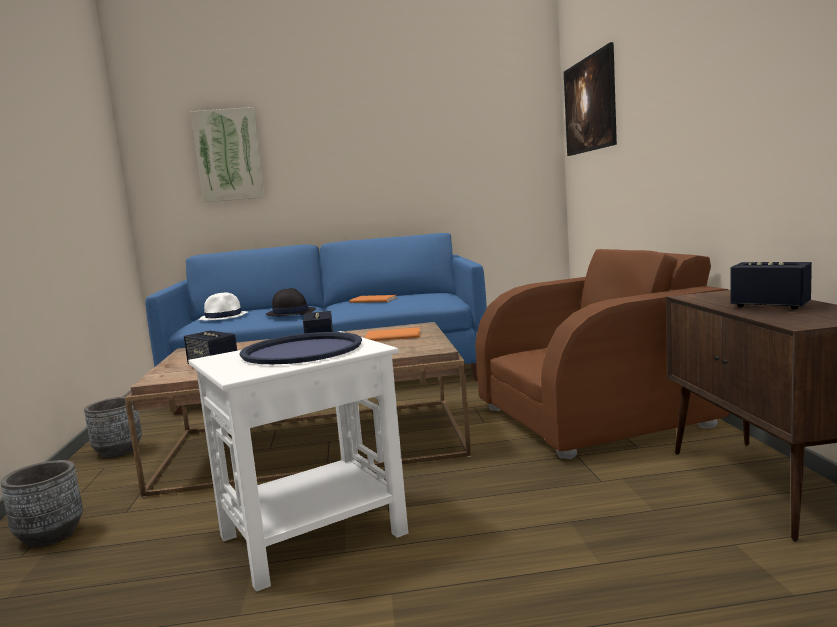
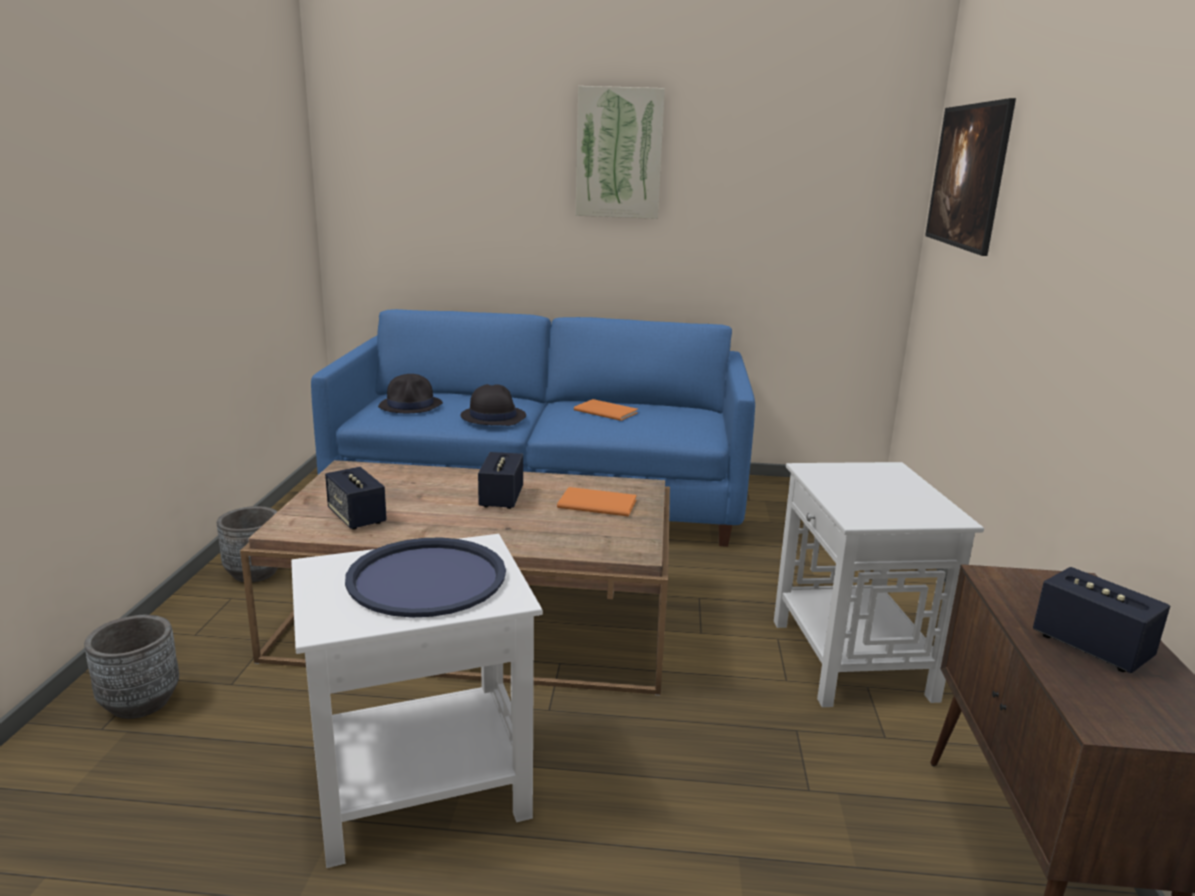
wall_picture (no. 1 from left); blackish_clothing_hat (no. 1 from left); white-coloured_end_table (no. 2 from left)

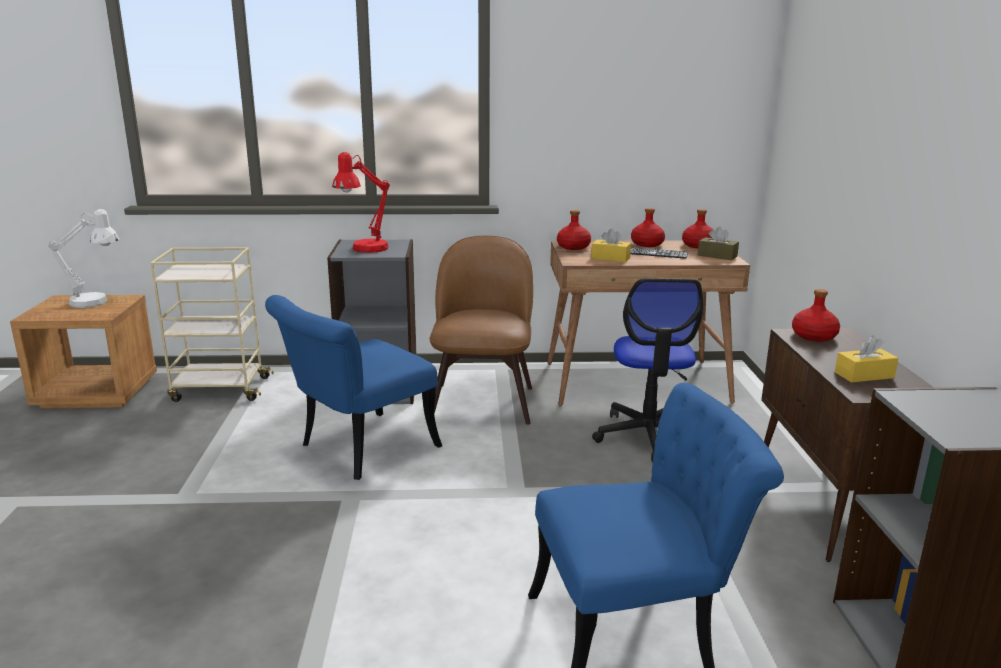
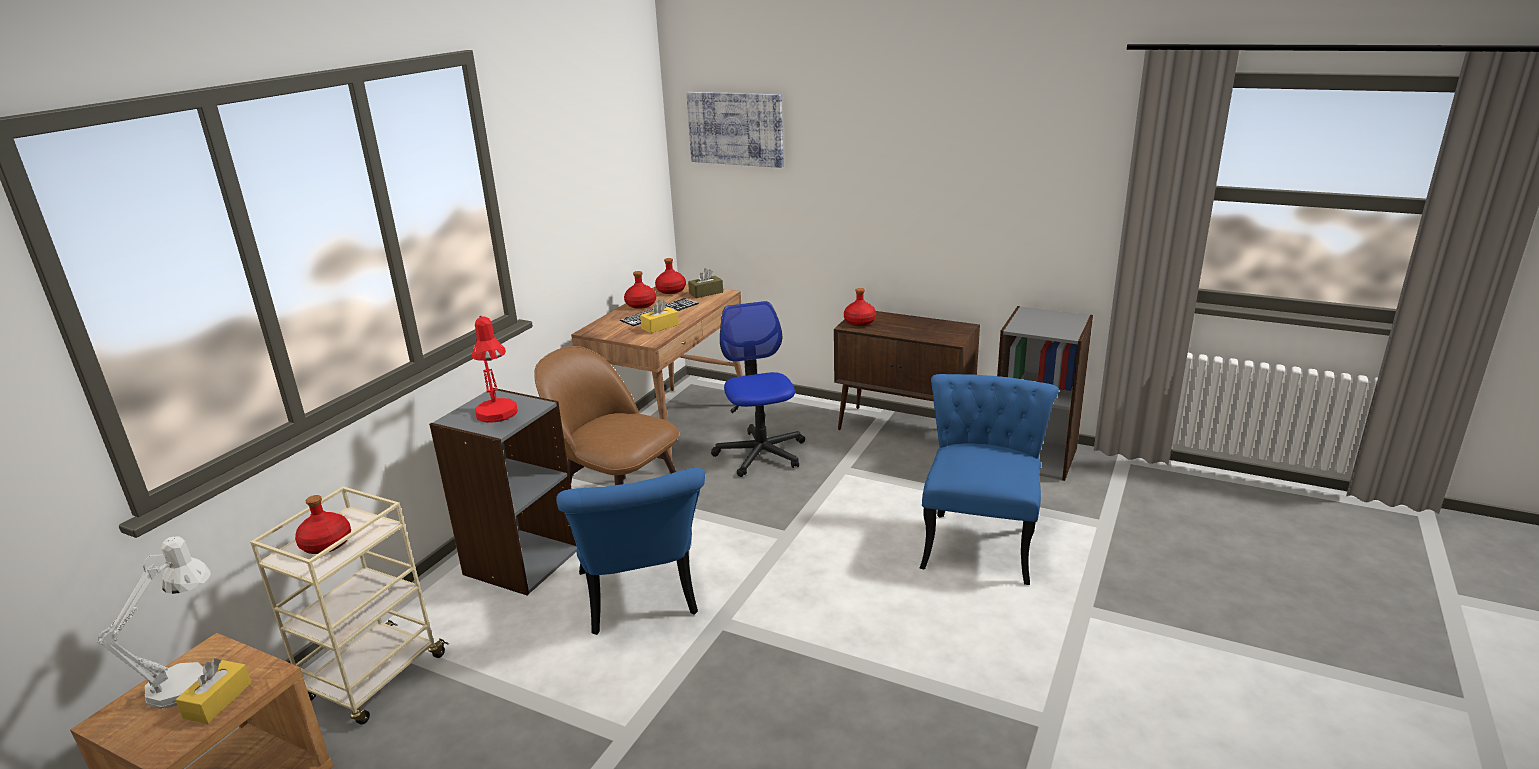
red_drink_bottle (no. 1 from left); computer_chair; yellowish_box_of_tissues (no. 1 from left); wall_picture

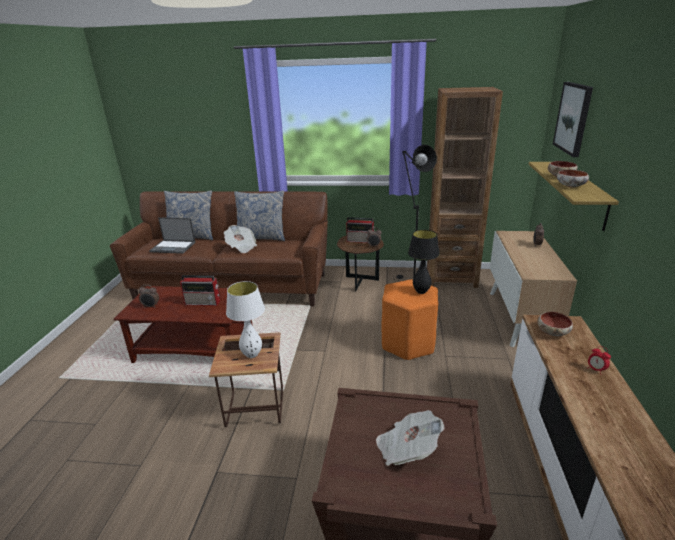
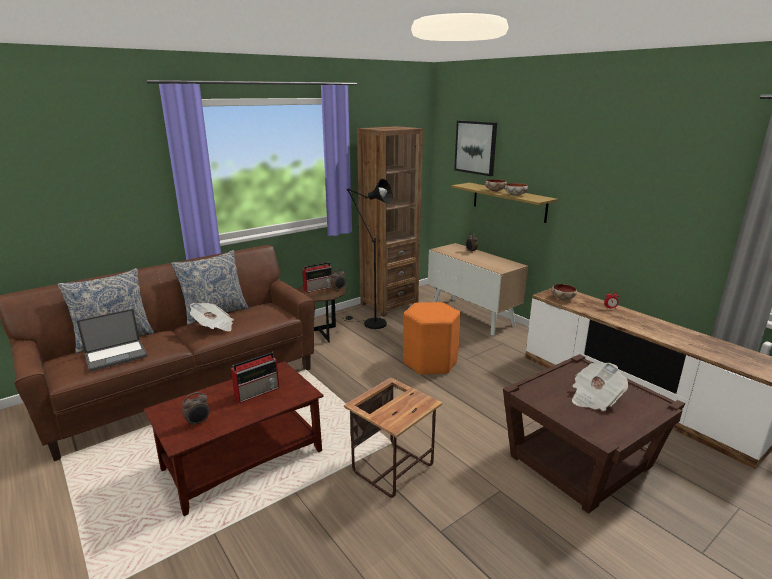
white-coloured_table_lamp; blackish_table_lamp

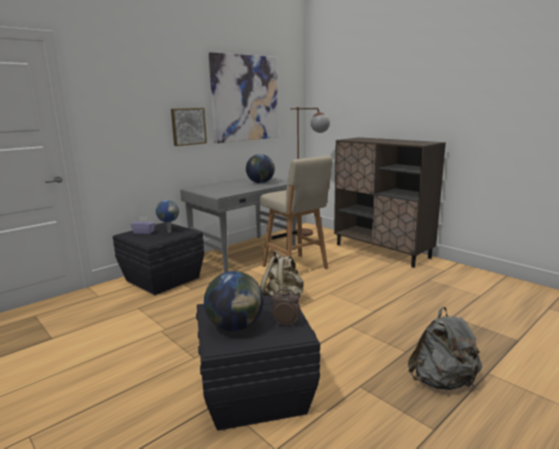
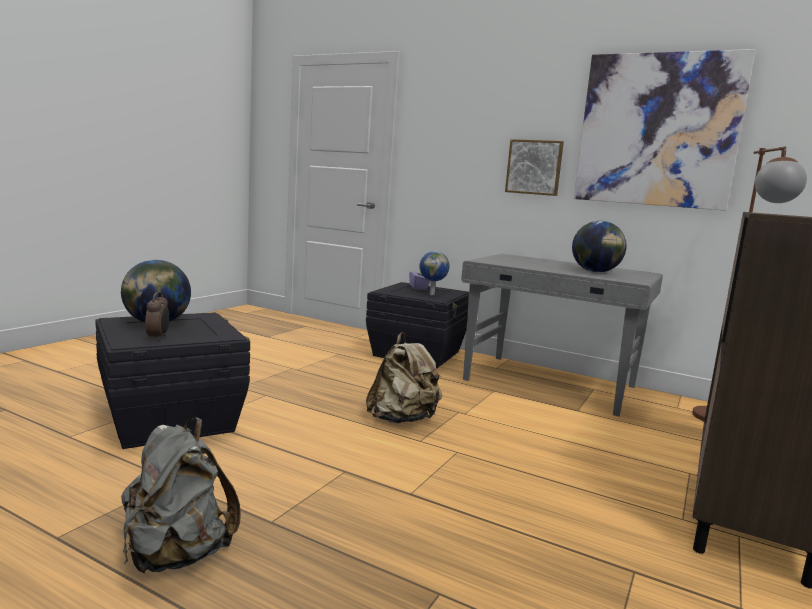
beige_sitting_stool

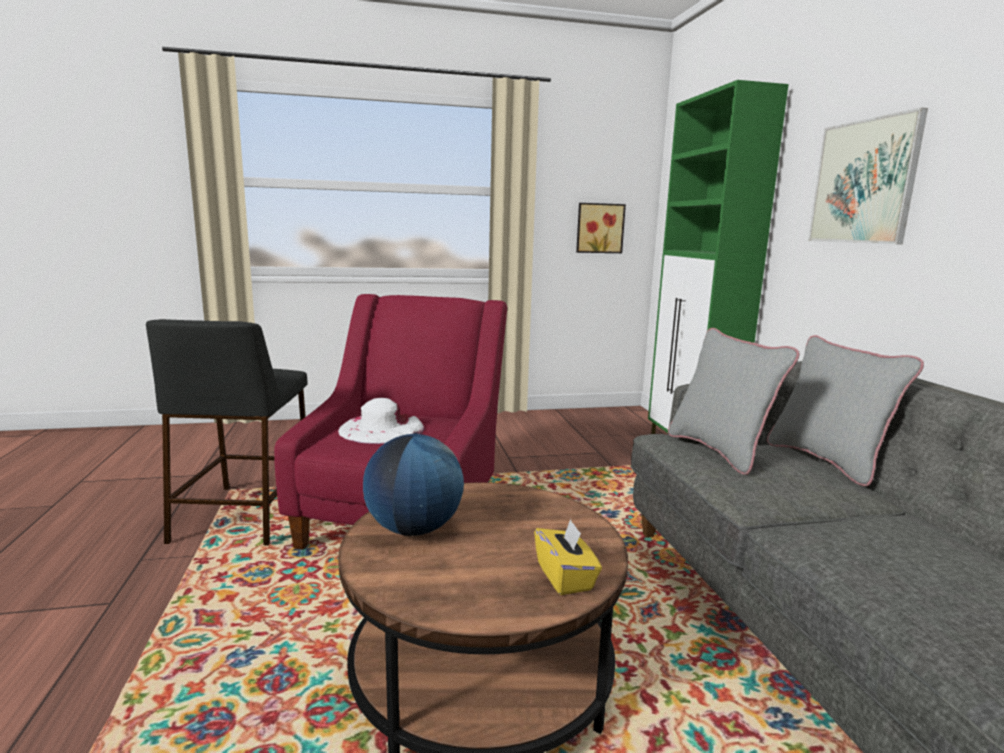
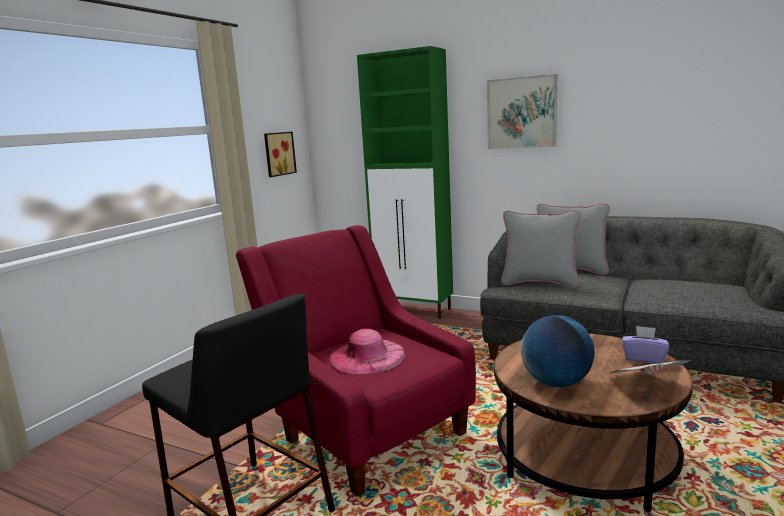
pinkish_clothing_hat; purplish_box_of_tissues; daily_paper

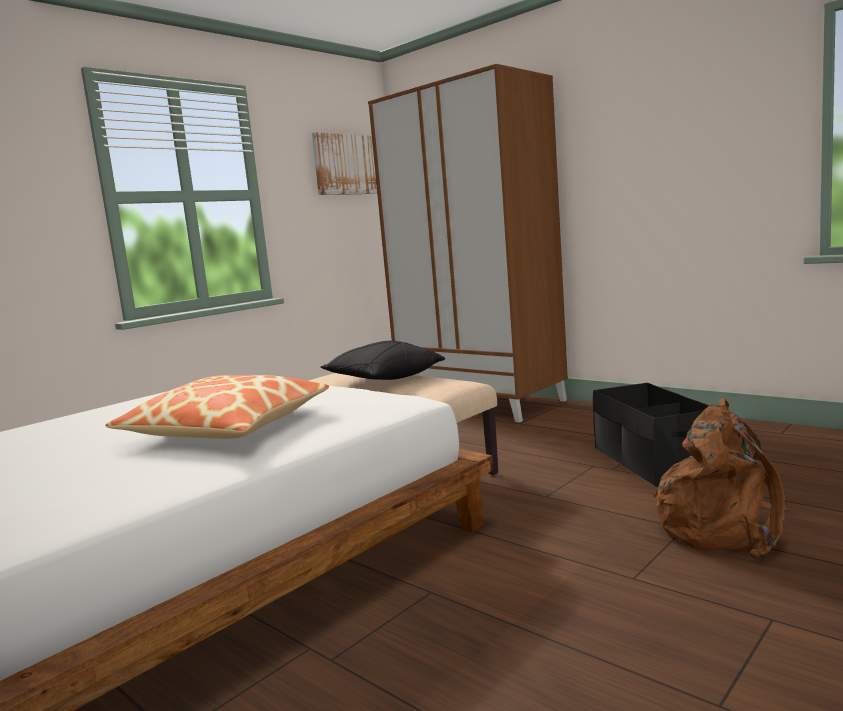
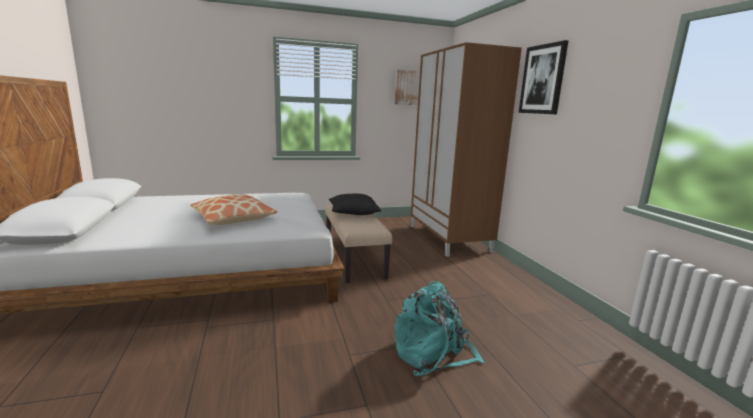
blackish_storage_container; blue-green_knapsack; wall_picture (no. 2 from left)

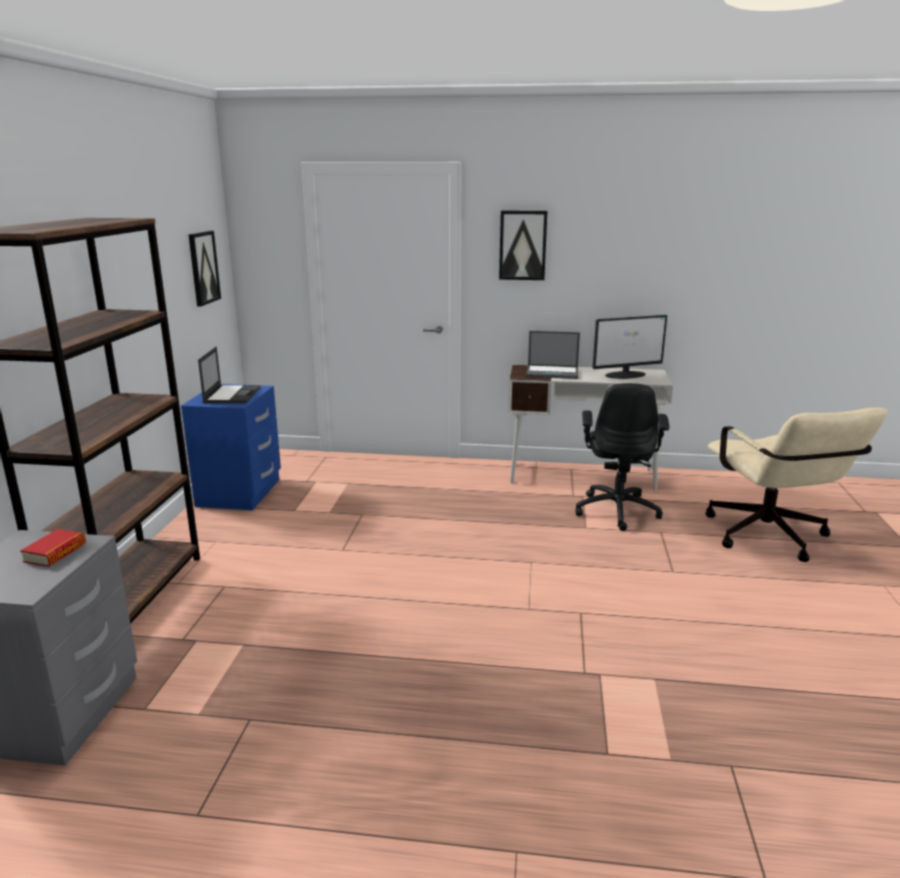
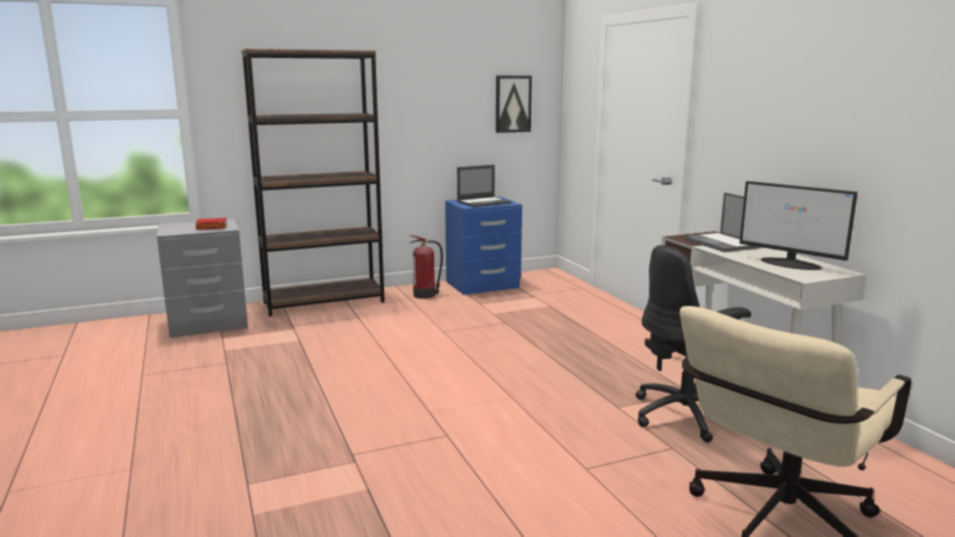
wall_picture (no. 2 from left in the first image); fire_extinguisher

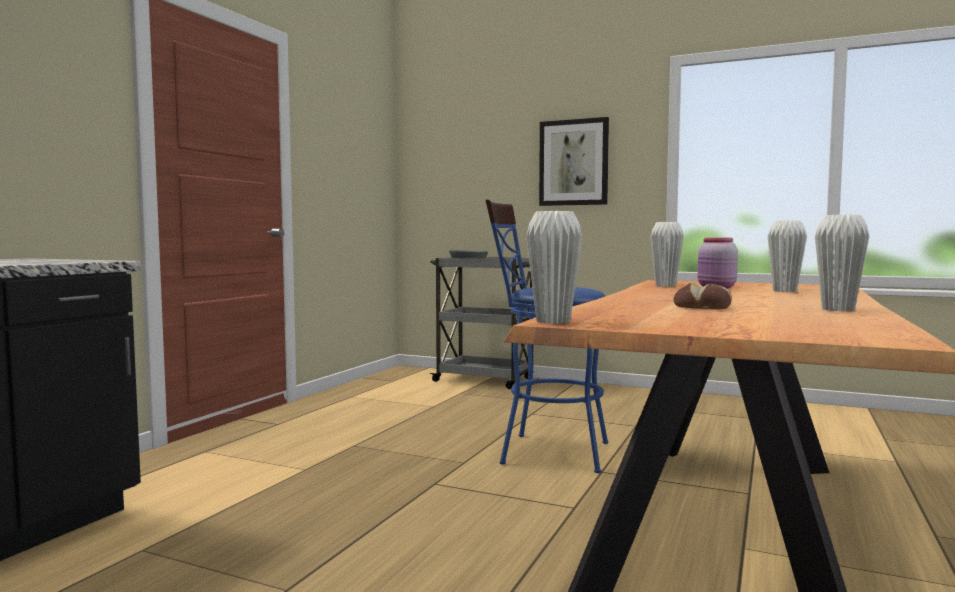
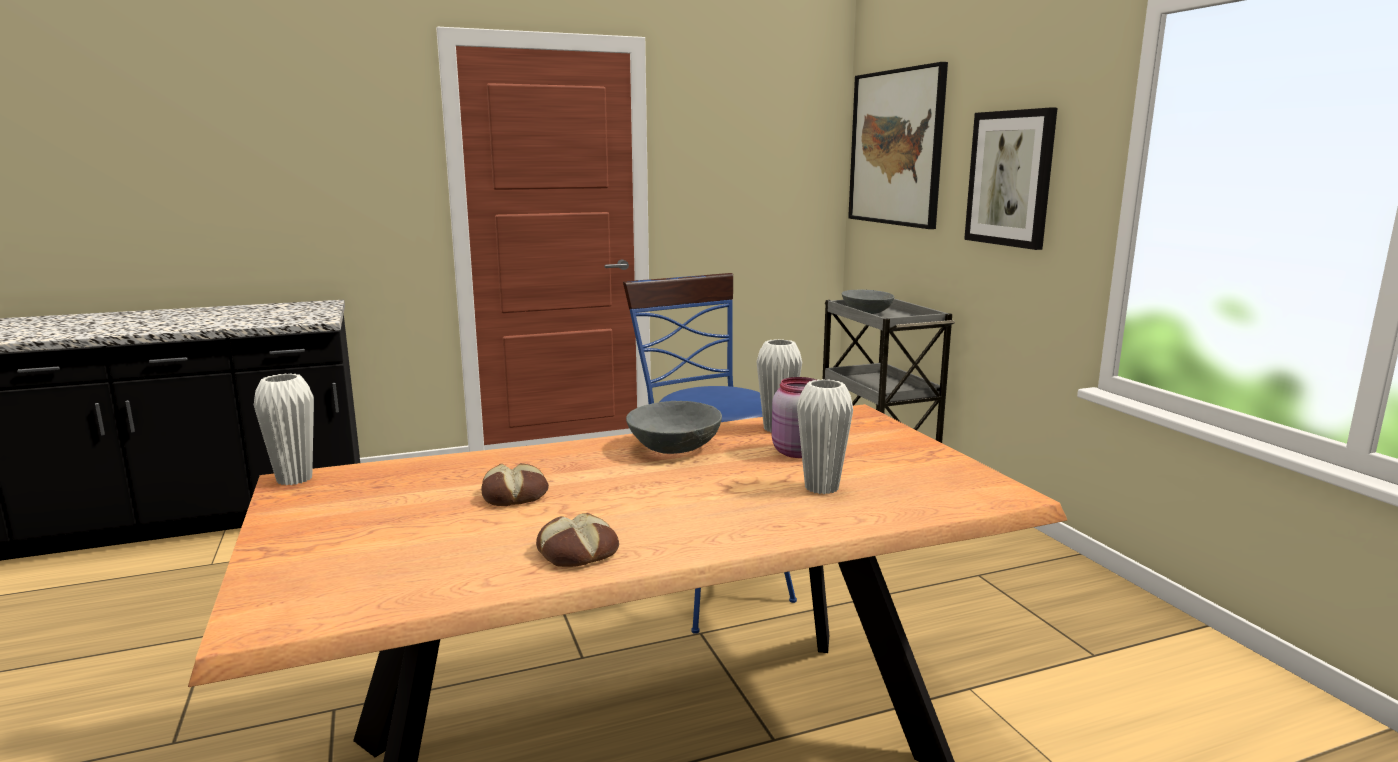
bread (no. 2 from left); grey_bowl (no. 1 from left); wall_picture (no. 1 from left)

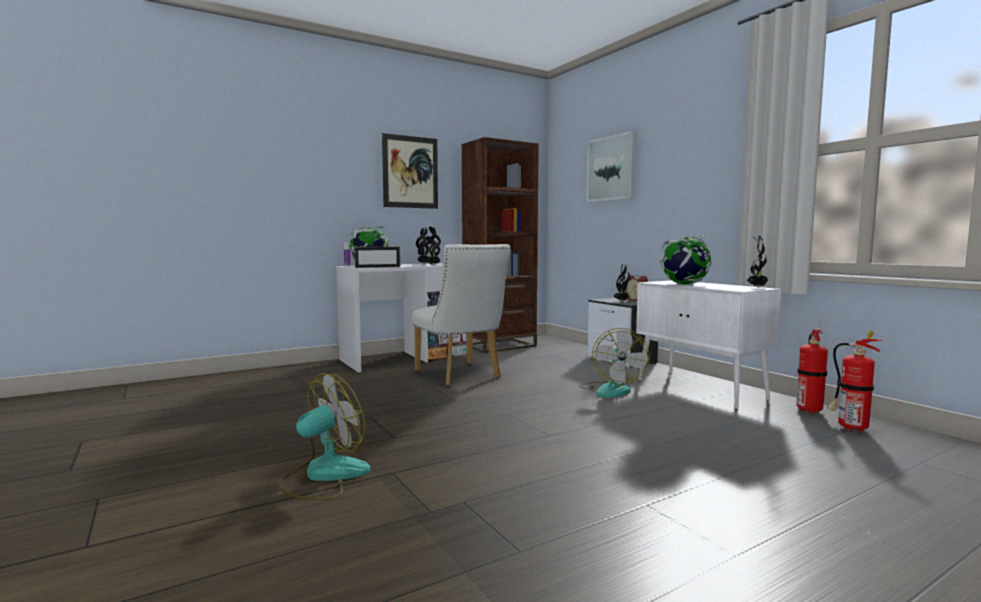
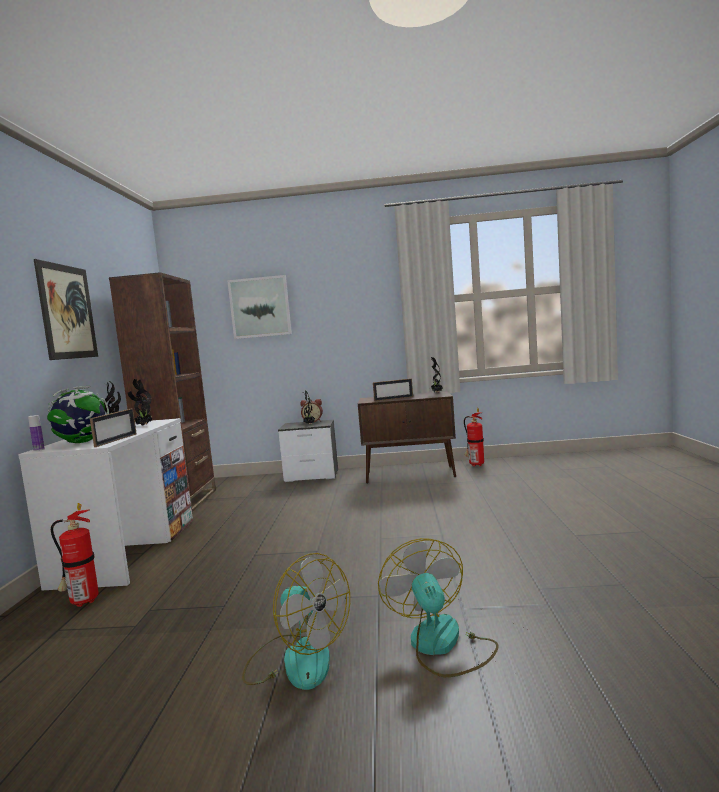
white-coloured_chair; fan (no. 1 from left); brownish_storage_cabinet; photo_frame (no. 2 from left); fire_extinguisher (no. 1 from left)

